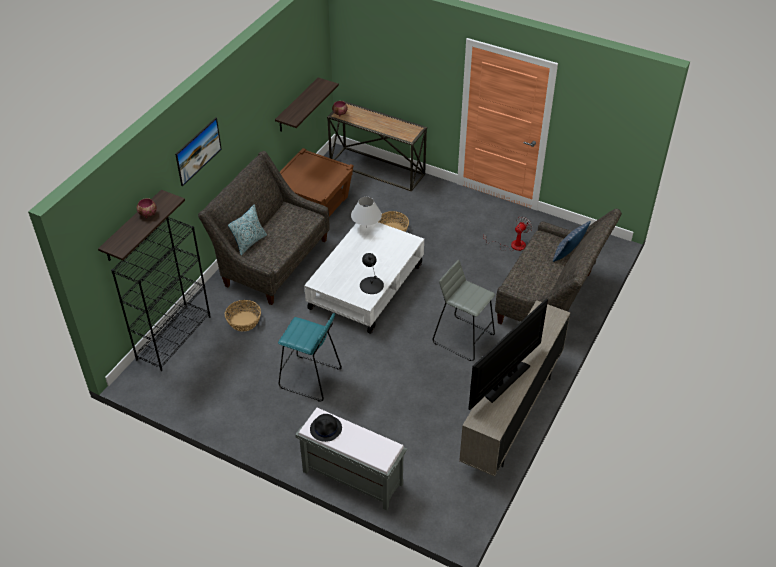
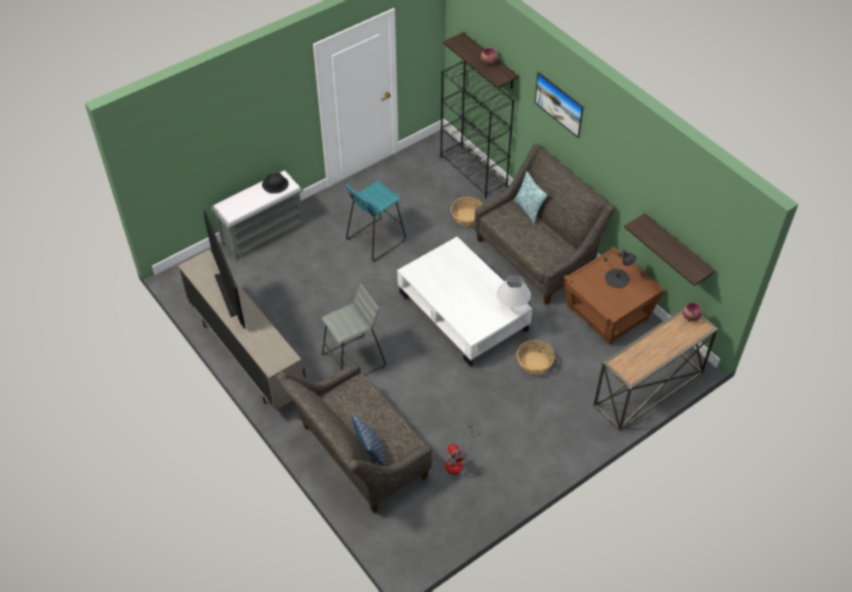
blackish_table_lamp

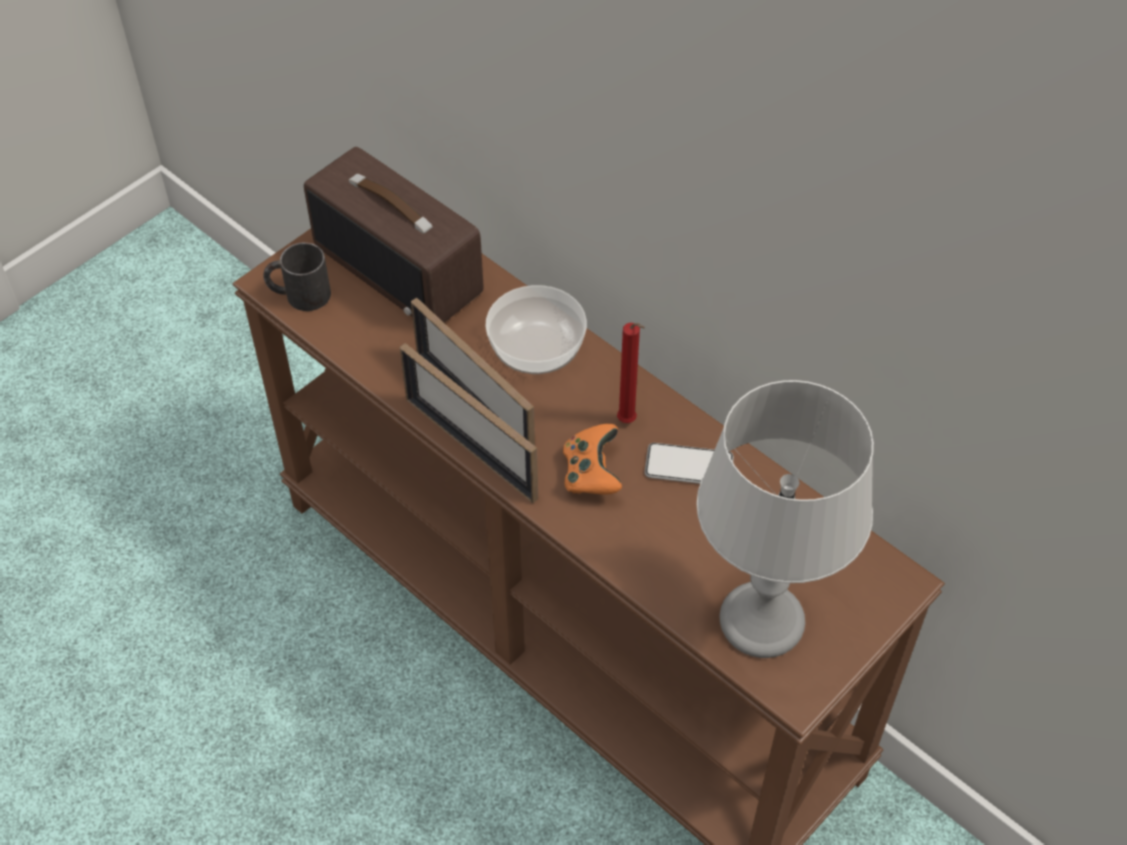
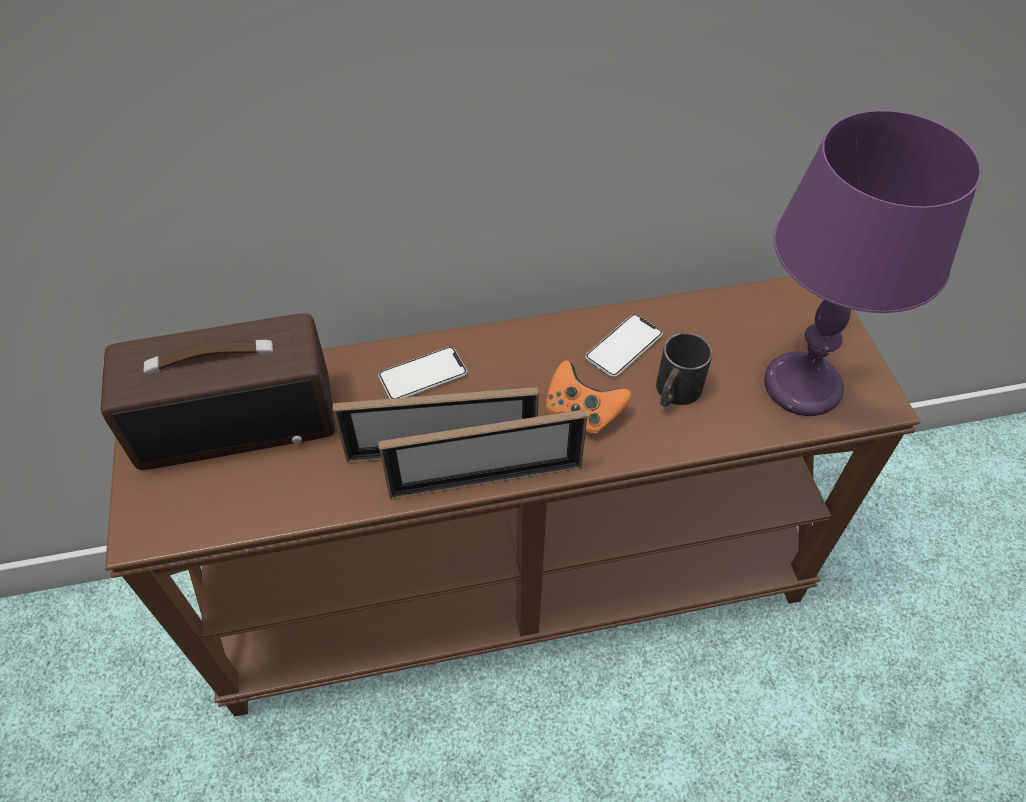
blackish_mug; handset (no. 1 from left); red_wax_candle; purplish_table_lamp

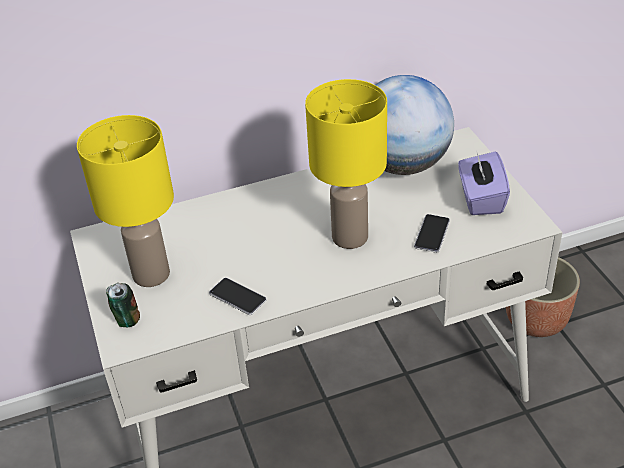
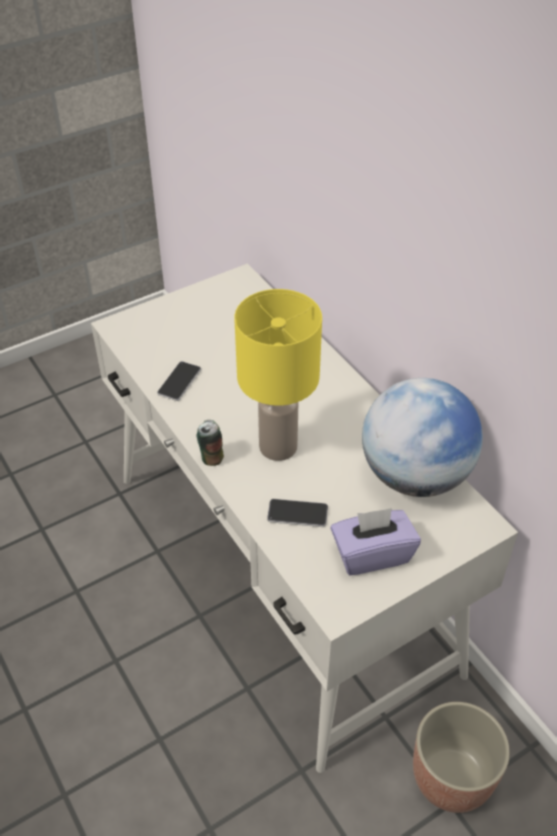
yellowish_table_lamp (no. 1 from left in the first image); metal_can

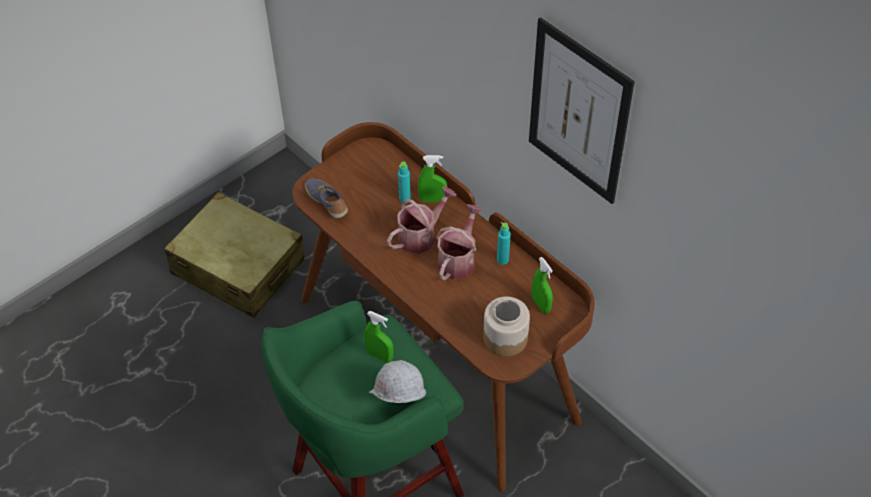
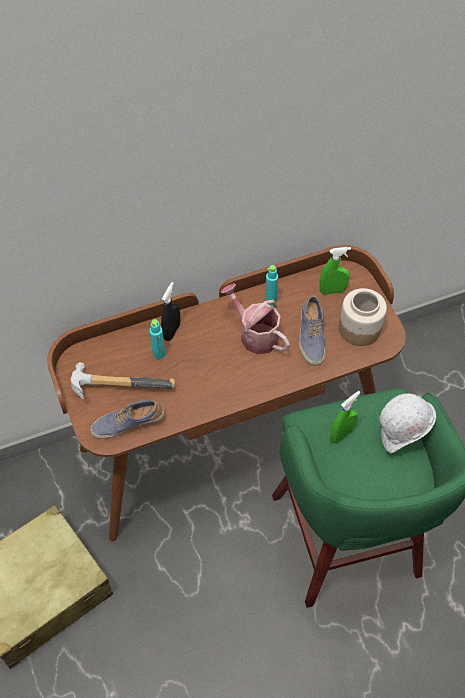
sprinkling_can (no. 1 from left in the first image); blackish_sprayer; wall_picture; hand_hammer; shoe (no. 2 from left)

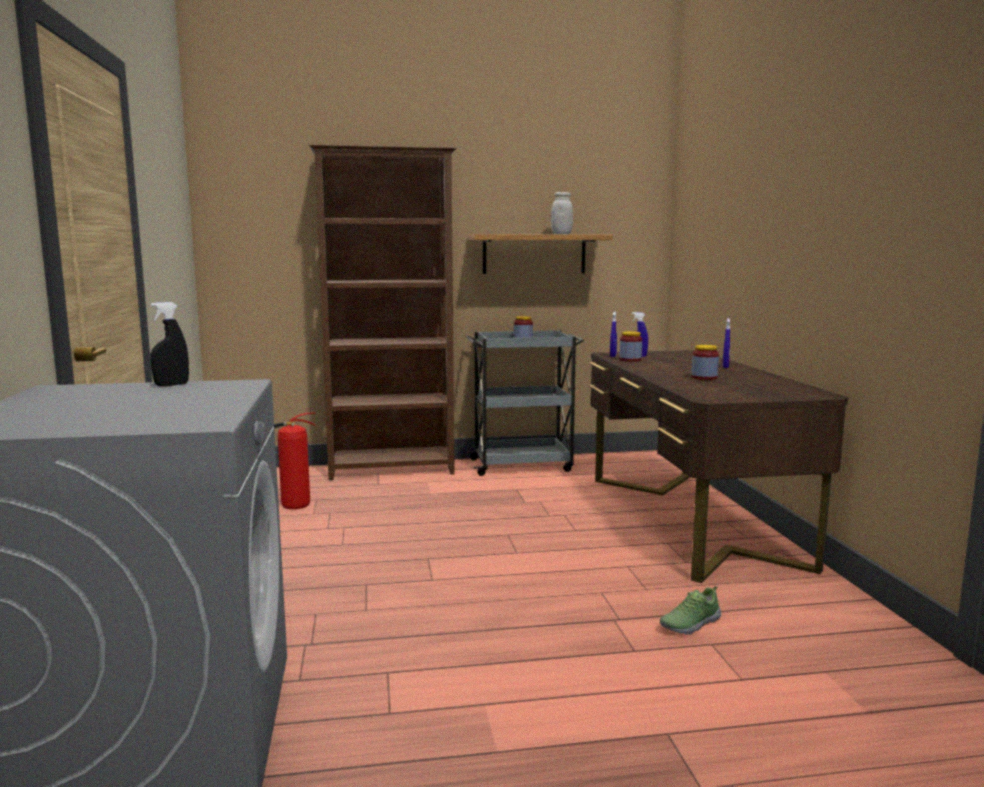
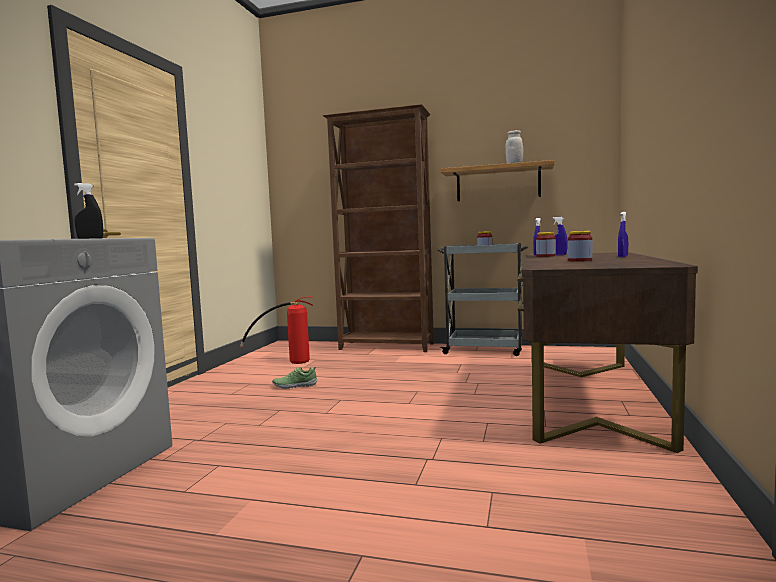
shoe

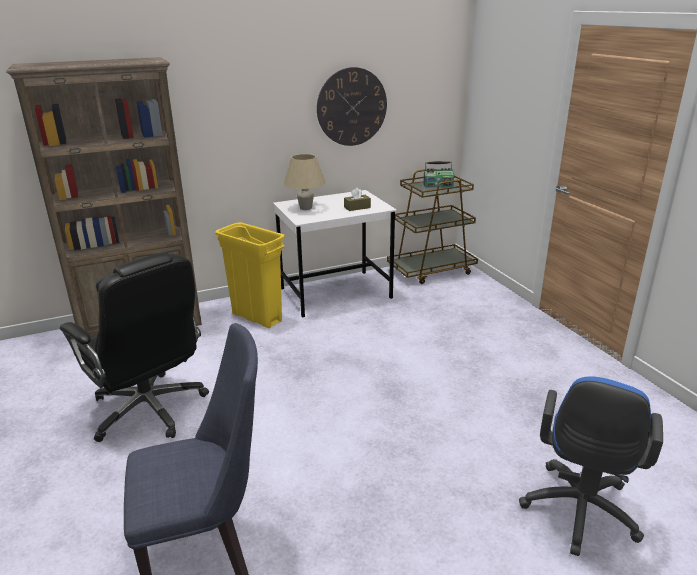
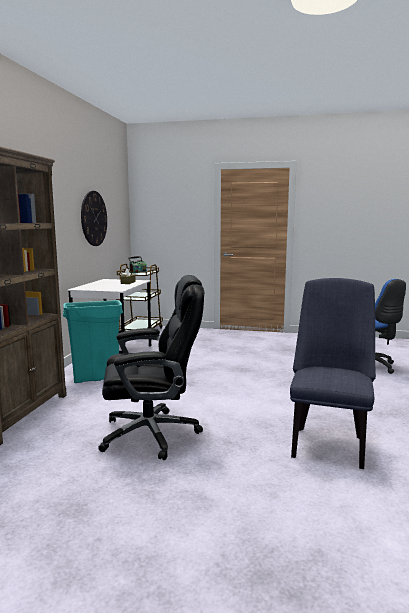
blue-green_rubbish_bin; beige_table_lamp

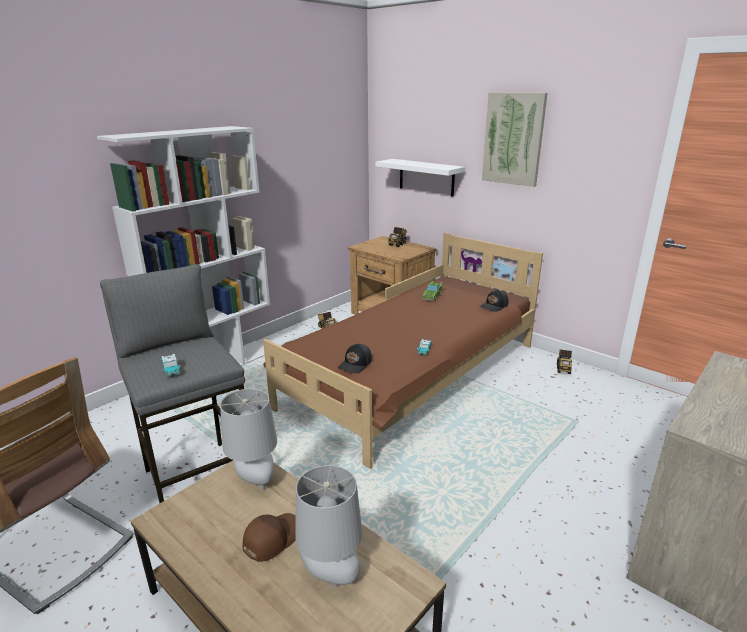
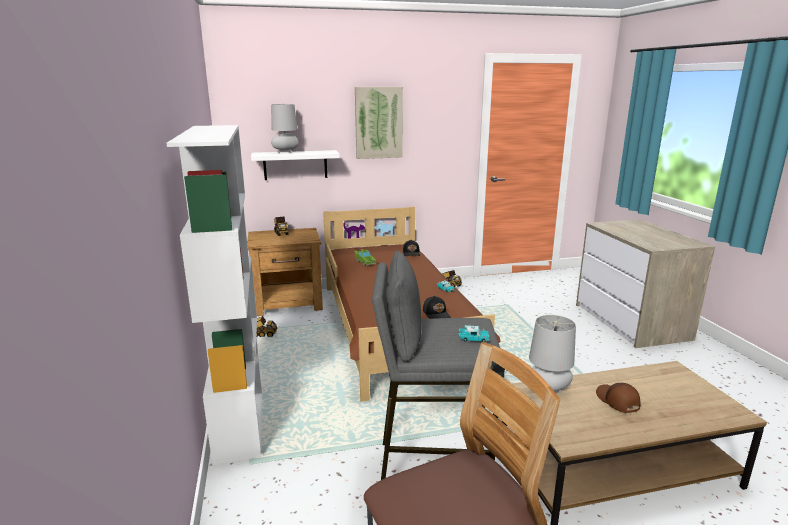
grey_table_lamp (no. 1 from left)

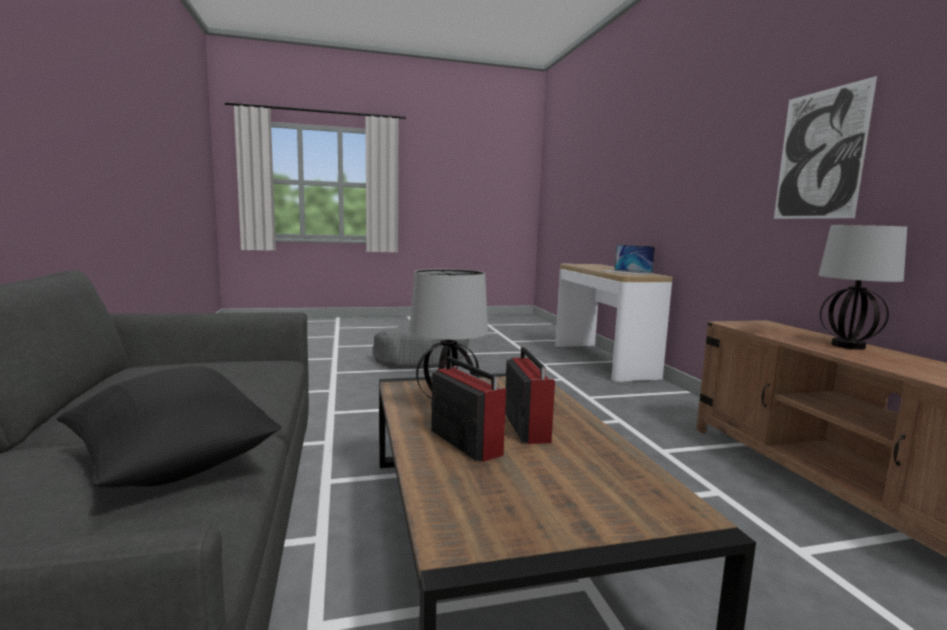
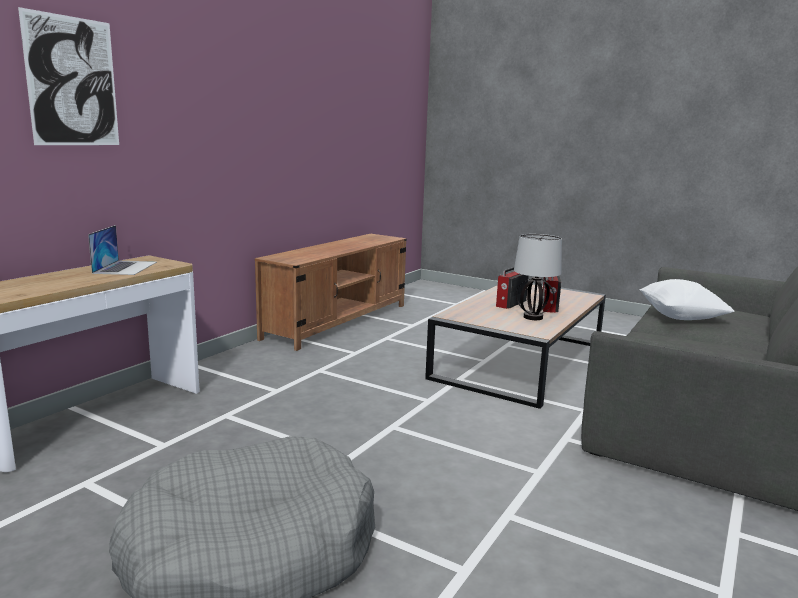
white-coloured_pillow; wall_picture; table_lamp (no. 2 from left in the first image)

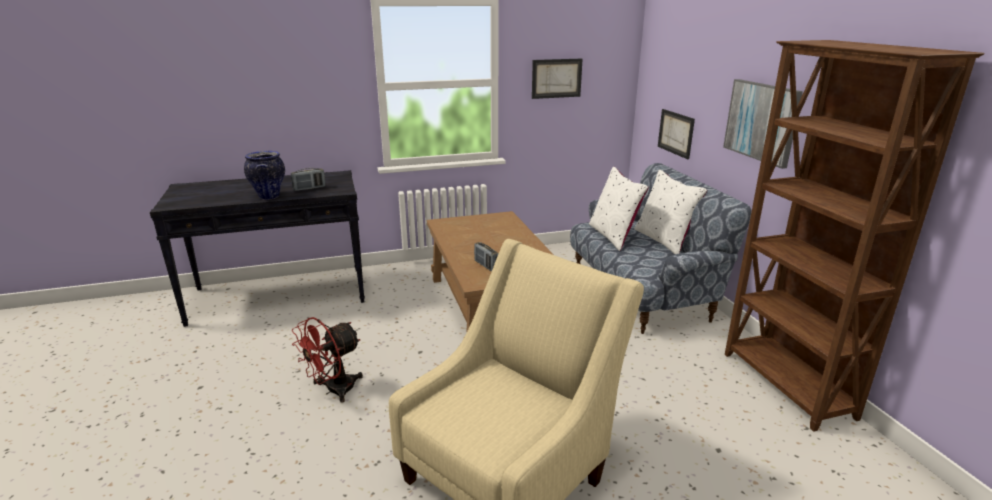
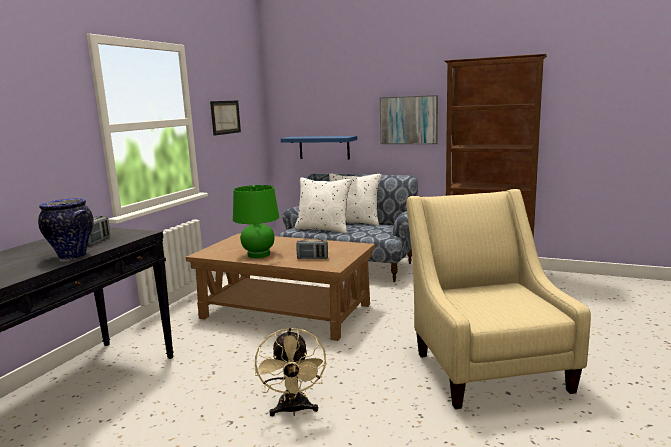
beige_fan; blue-coloured_wall_shelf; green-coloured_table_lamp

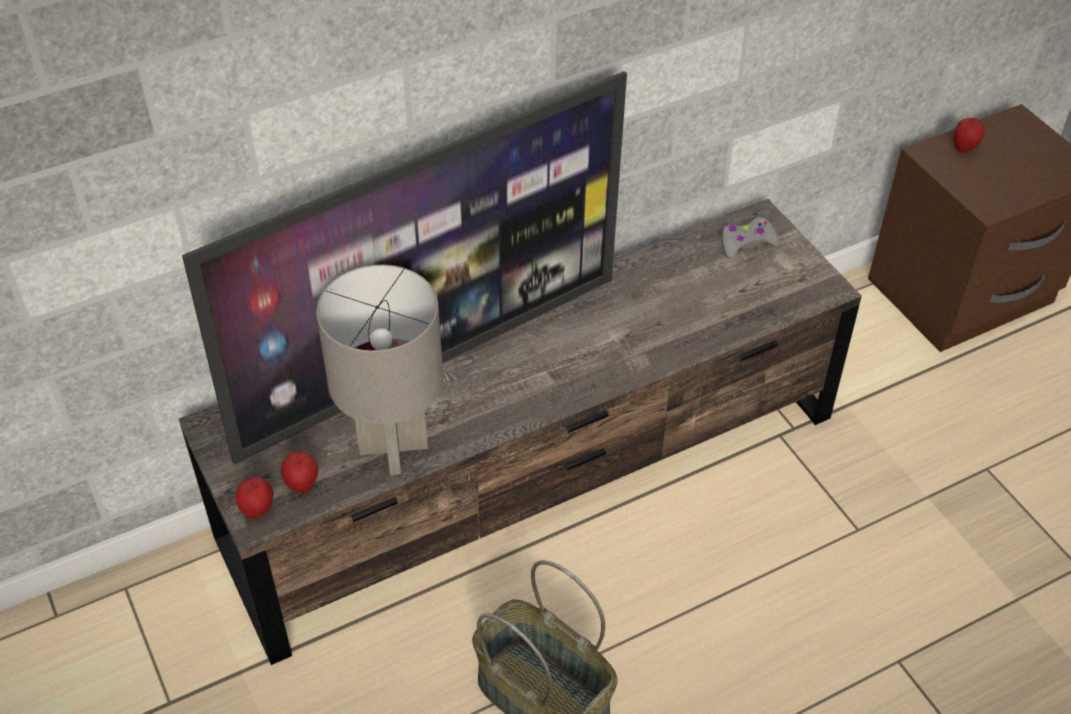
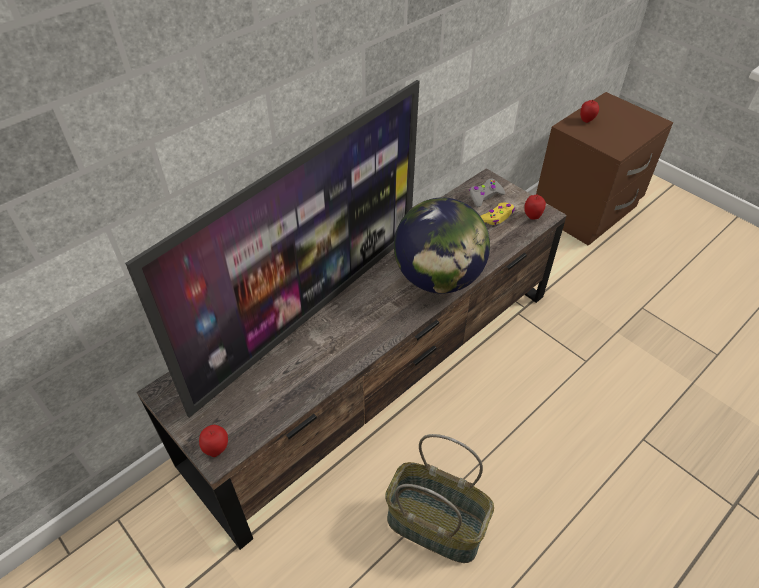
apple (no. 2 from left); grey_table_lamp; globe; yellowish_gamepad

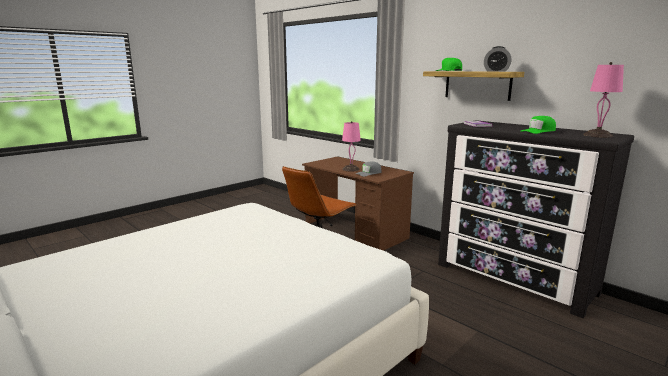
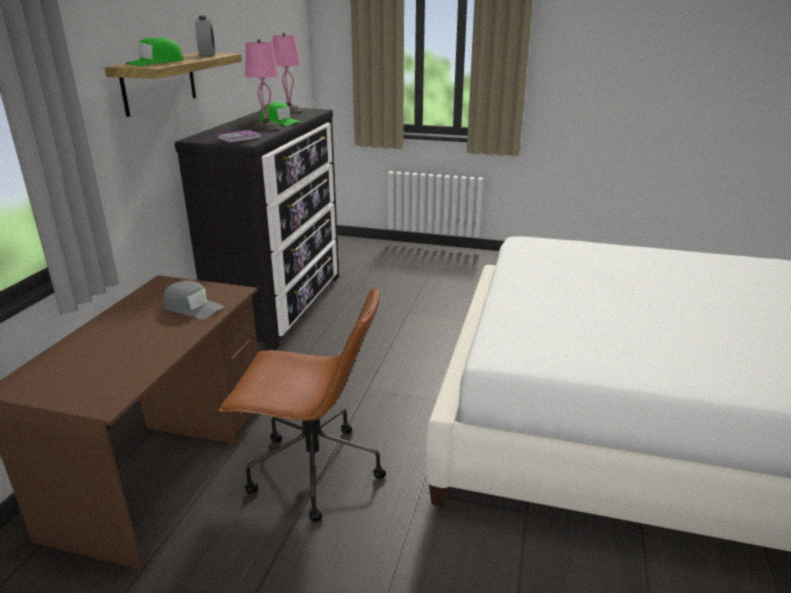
pinkish_table_lamp (no. 1 from left)

